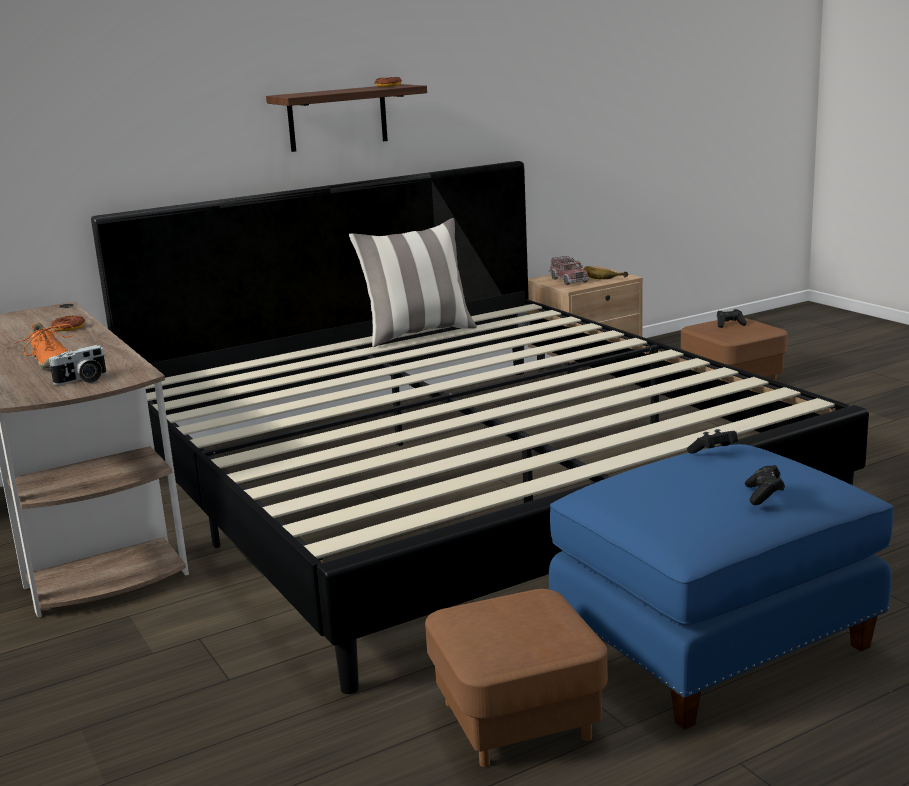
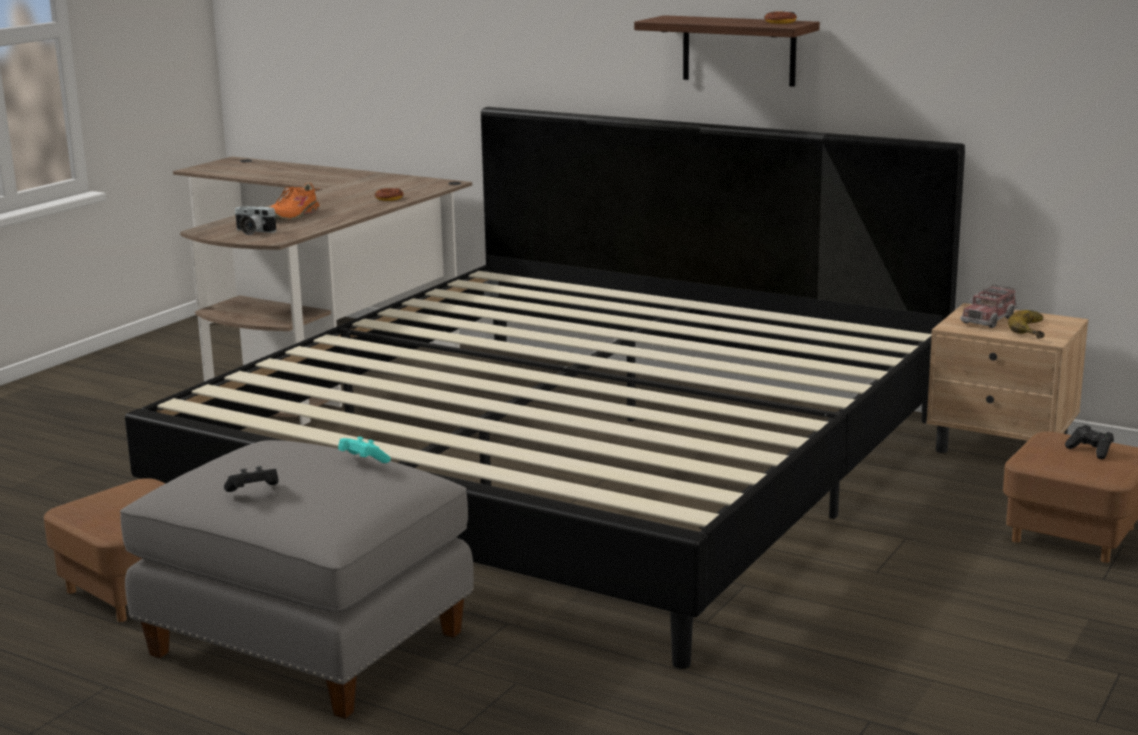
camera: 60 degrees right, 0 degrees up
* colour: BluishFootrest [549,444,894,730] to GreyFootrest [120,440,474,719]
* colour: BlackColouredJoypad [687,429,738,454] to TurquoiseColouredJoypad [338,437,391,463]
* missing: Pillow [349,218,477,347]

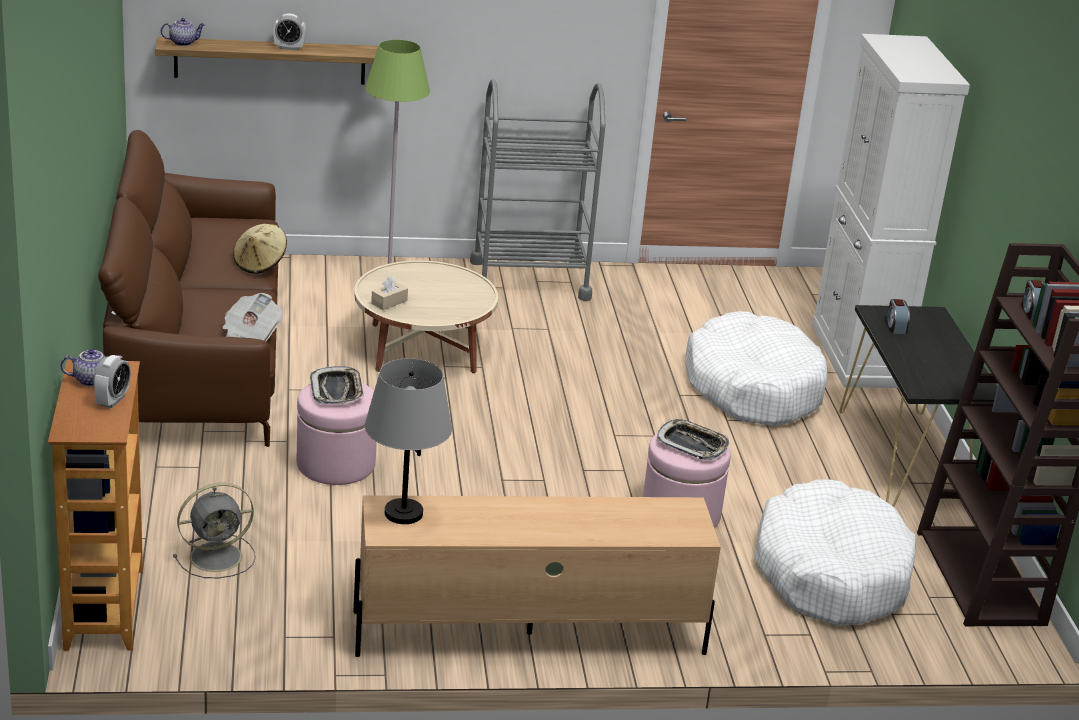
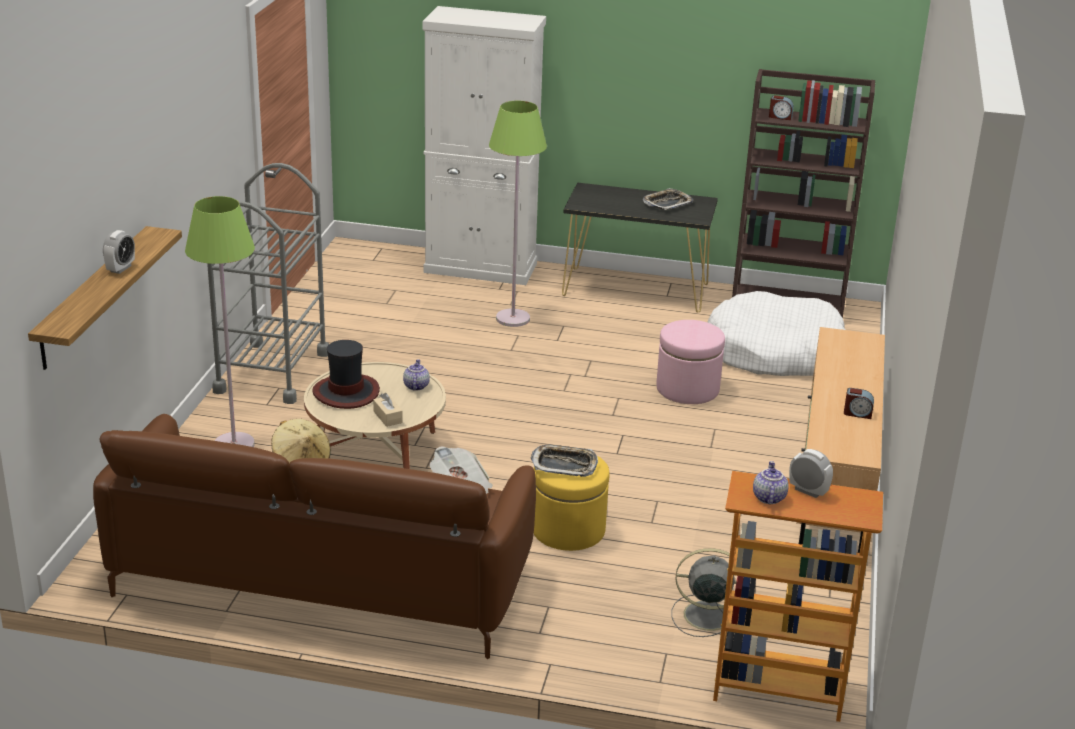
camera: 70 degrees left, 0 degrees up
* appeared: ClothingHat [312,340,380,409]
* relocated: PotForTea [161,18,206,46] to [403,359,430,391]
* exchanged: WhiteColouredPetBed [685,311,828,427] to GreenColouredStandardLamp [489,101,547,327]
* colour: PinkishFootrest [297,383,377,485] to YellowFootrest [534,456,610,551]
* relocated: CarryingTray [657,419,729,460] to [643,188,693,210]
* spun: GreyCoolingFan [173,483,256,578] = [672,548,736,637] 75 degrees counterclockwise
* relocated: TableClock [886,299,910,334] to [844,388,874,419]
* missing: GreyTabletopLamp [365,358,452,524]

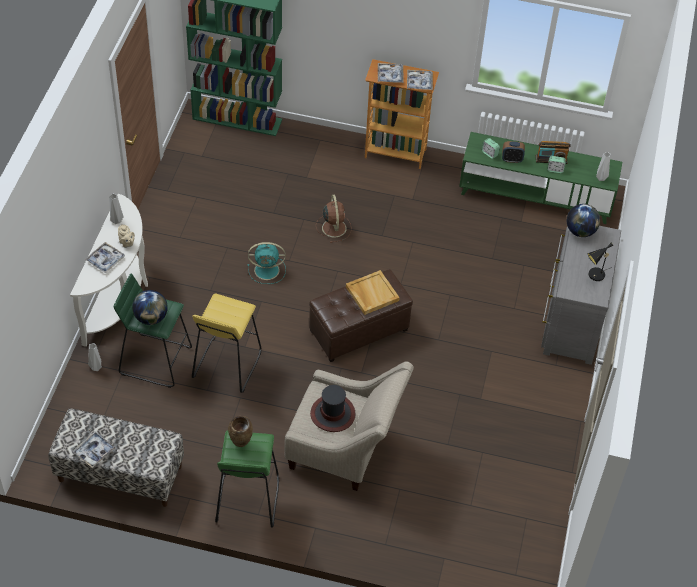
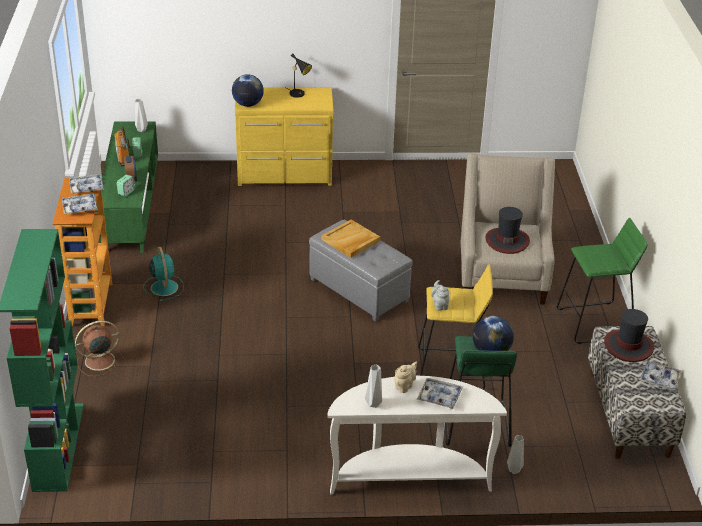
camera: 105 degrees left, 15 degrees down
* relocated: BrownCoolingFan [316,195,352,243] to [75,321,125,377]
* relocated: TurquoiseColouredCoolingFan [248,242,286,284] to [143,247,184,301]
* colour: GreyChestOfDrawers [541,226,621,365] to YellowChestOfDrawers [235,87,333,186]
* colour: BrownFootrest [309,269,413,362] to GreyFootrest [309,220,413,322]
* appeared: GreyPotForTea [431,280,450,311]
* appeared: ClothingHat [604,309,654,362]
* missing: BrownDecorativeVase [228,416,253,447]

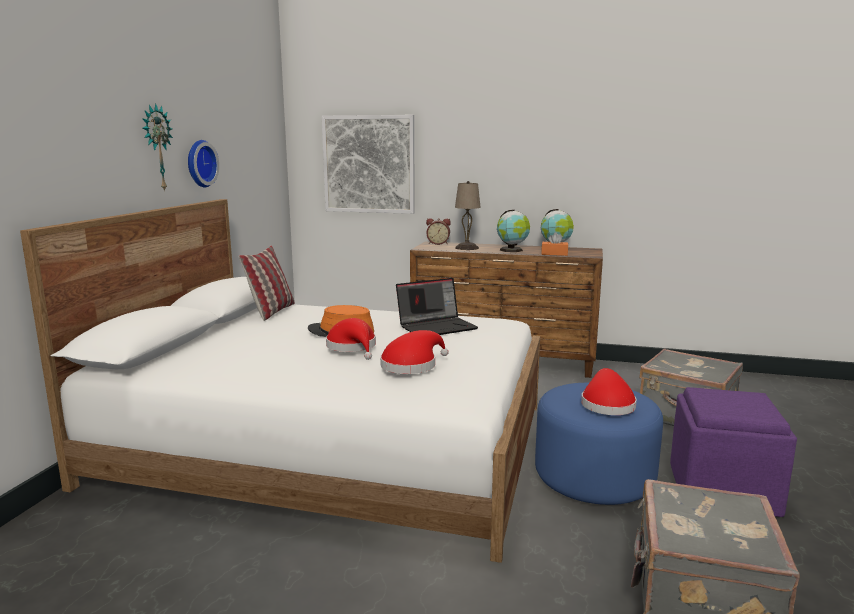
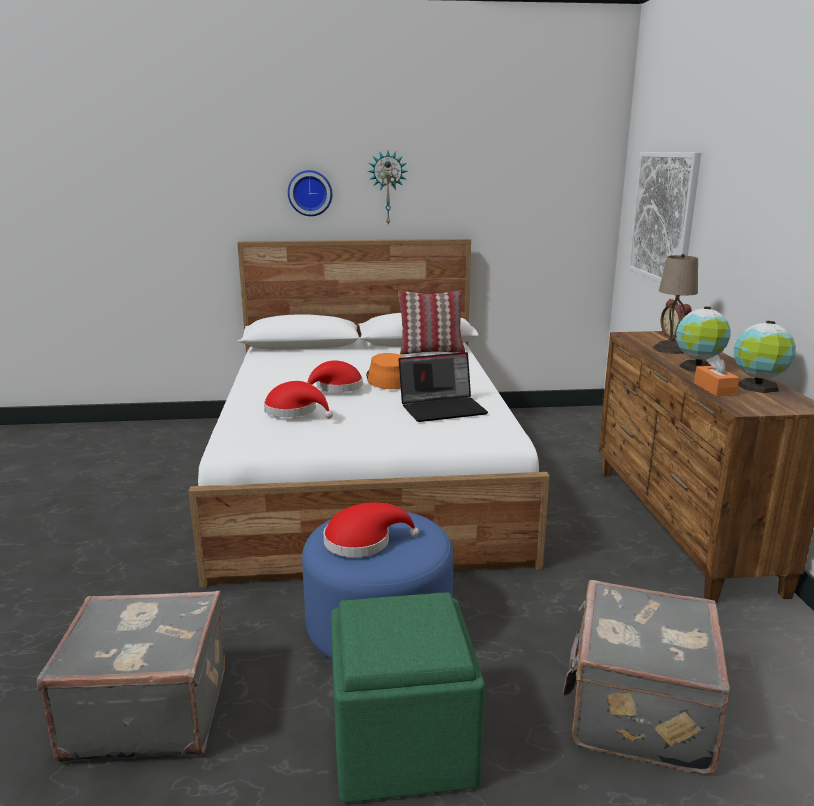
camera: 70 degrees right, 5 degrees up
* relocated: HangingClock [188,140,219,187] to [288,170,332,216]
* colour: PurplishFootrest [670,387,797,517] to GreenColouredFootrest [331,592,485,802]
* spun: PortableComputer [396,278,478,335] = [398,352,488,422] 60 degrees counterclockwise

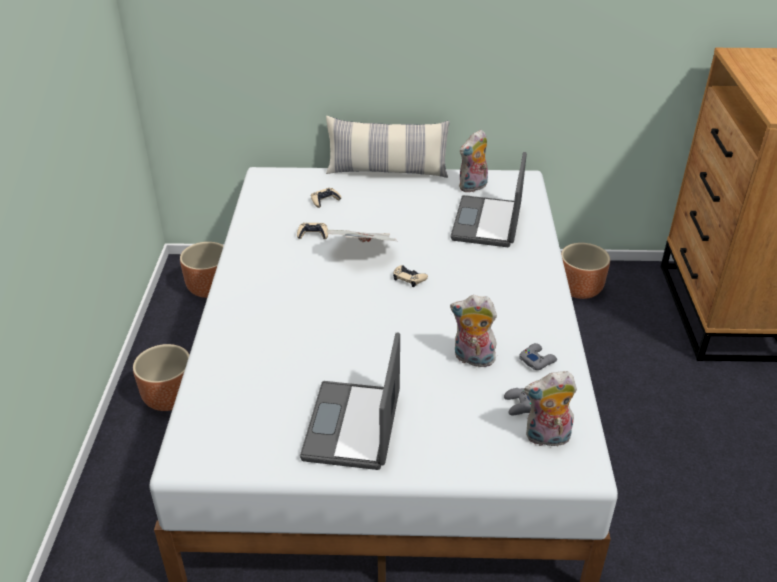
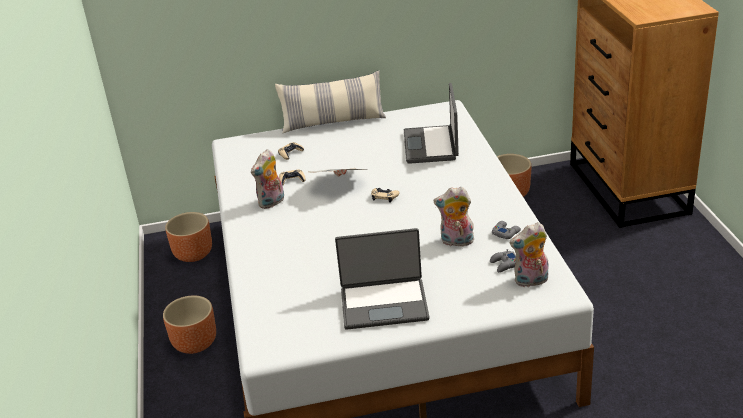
camera: 10 degrees left, 5 degrees down
* relocated: PlushToy [459,130,488,192] to [251,149,284,209]
* spun: PortableComputer [300,333,400,470] = [335,228,430,330] 90 degrees counterclockwise

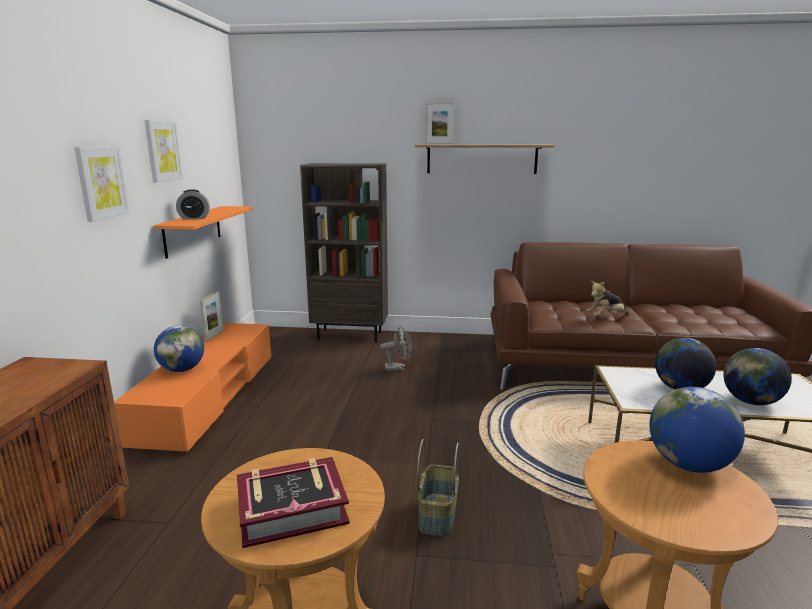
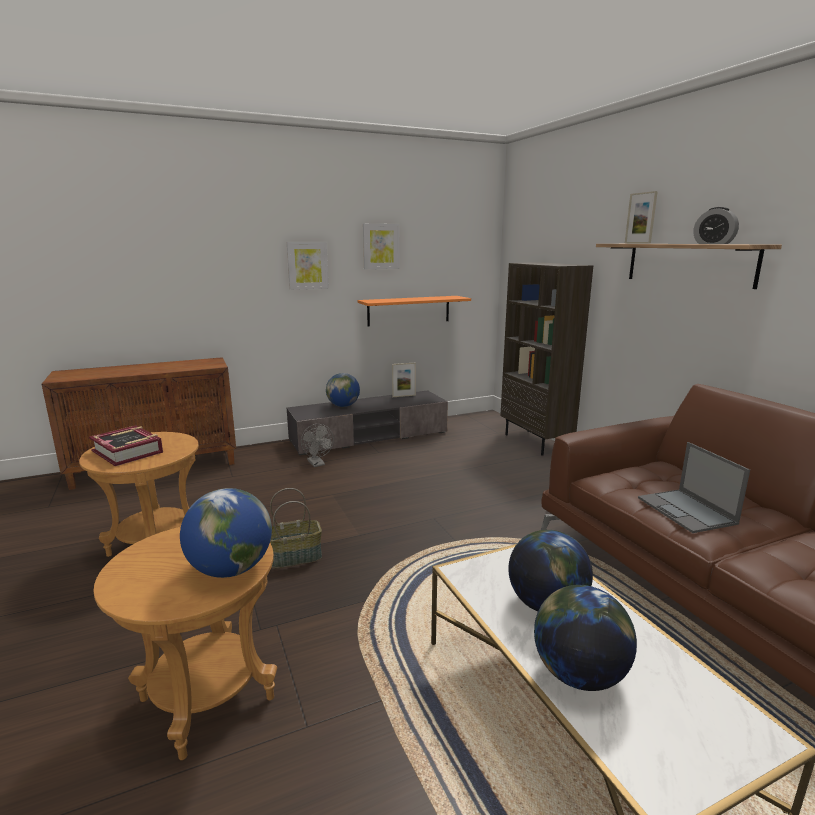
camera: 60 degrees right, 0 degrees up
* colour: OrangeMediaConsole [114,323,271,454] to GreyMediaConsole [287,391,448,455]
* relocated: GreyCoolingFan [380,327,412,371] to [301,424,334,467]
* exchanged: PlushToy [587,281,629,316] to PortableComputer [638,442,750,533]
* relocated: TableClock [176,189,210,220] to [693,207,739,244]

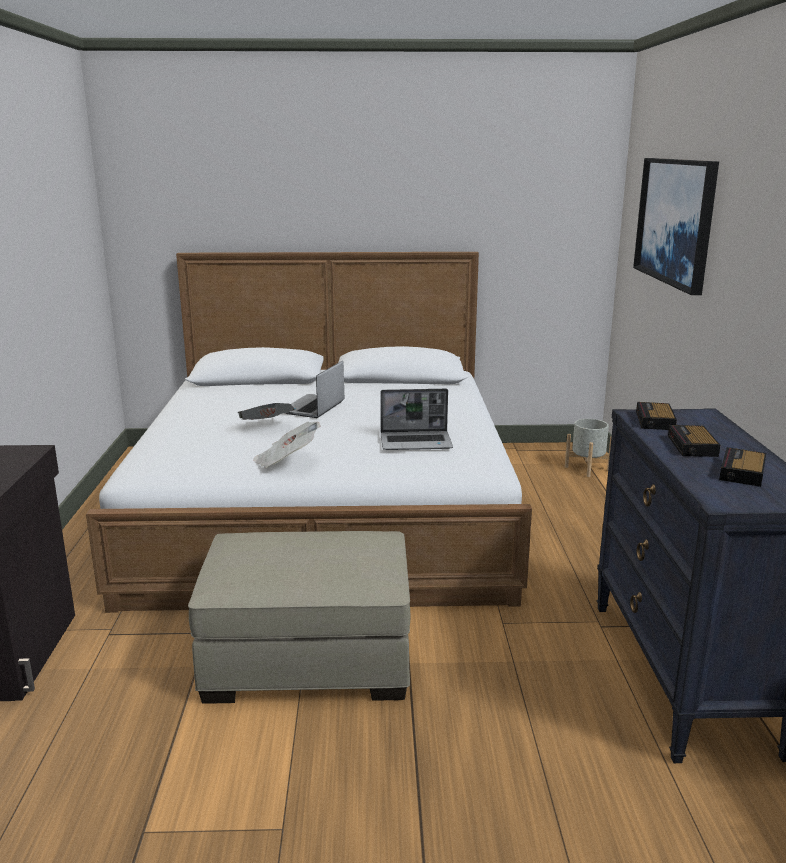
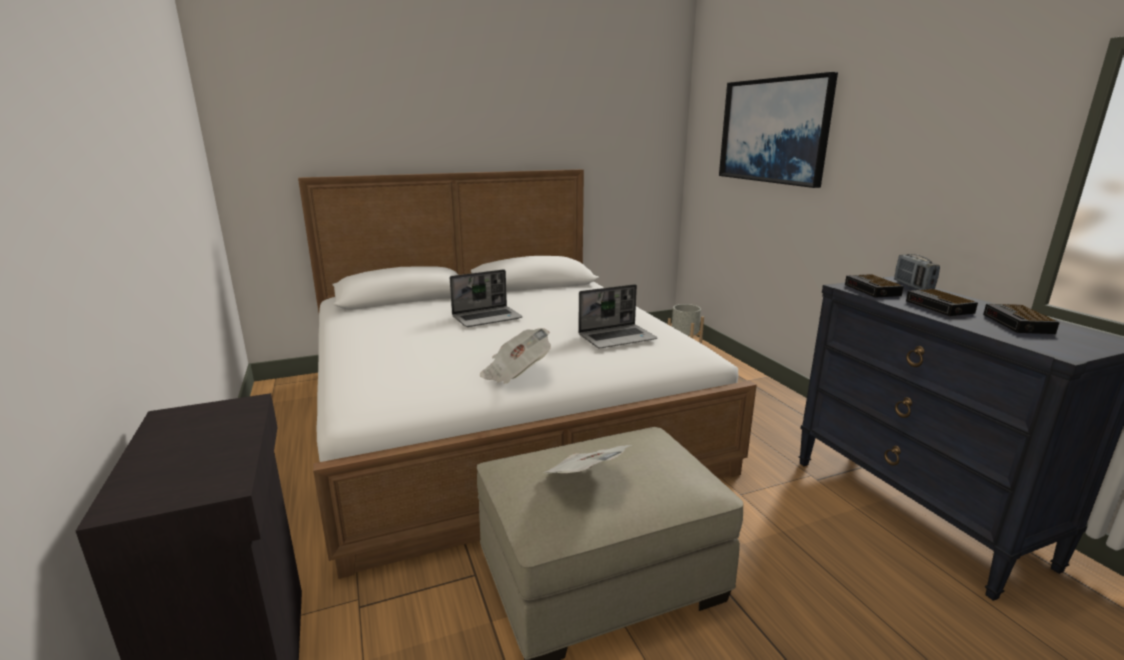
camera: 20 degrees left, 0 degrees up
* spun: PortableComputer [285,361,344,418] = [450,269,523,327] 120 degrees counterclockwise
* relocated: DailyPaper [238,403,295,420] to [543,445,632,474]
* appeared: RadioSet [894,254,940,290]

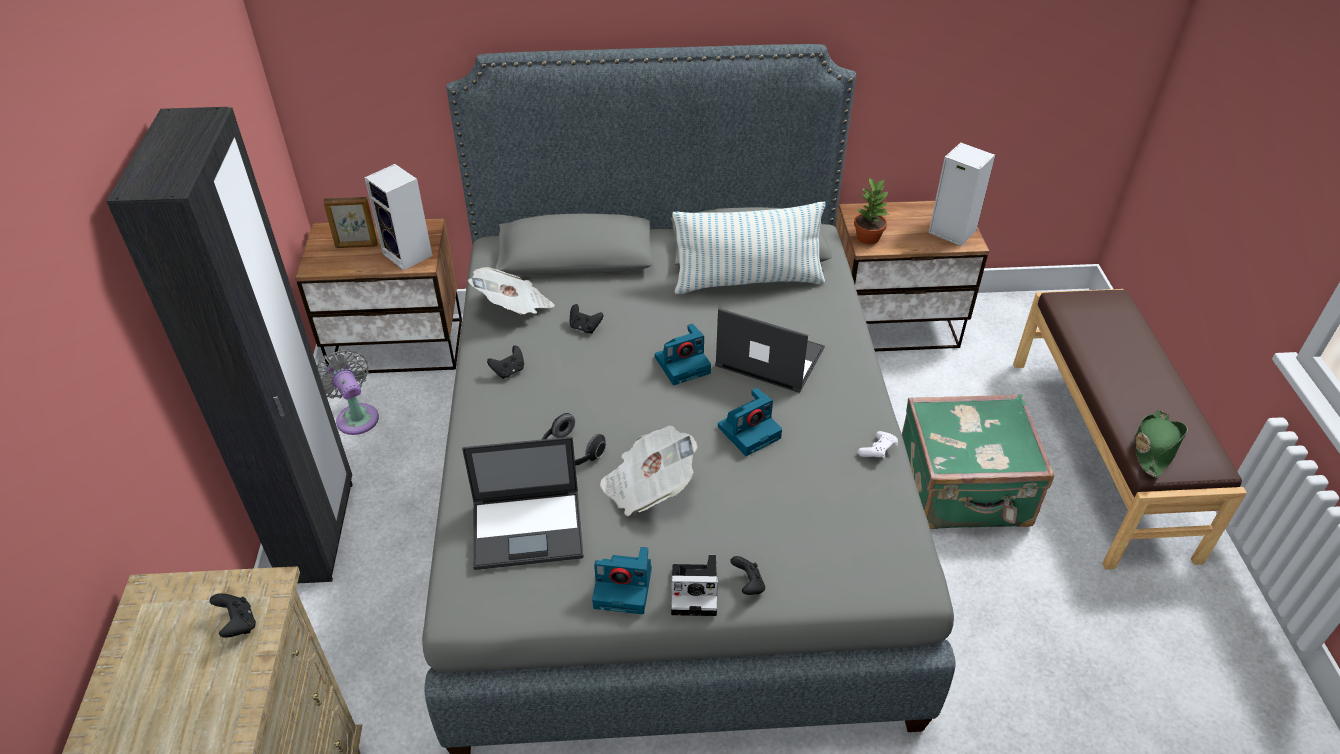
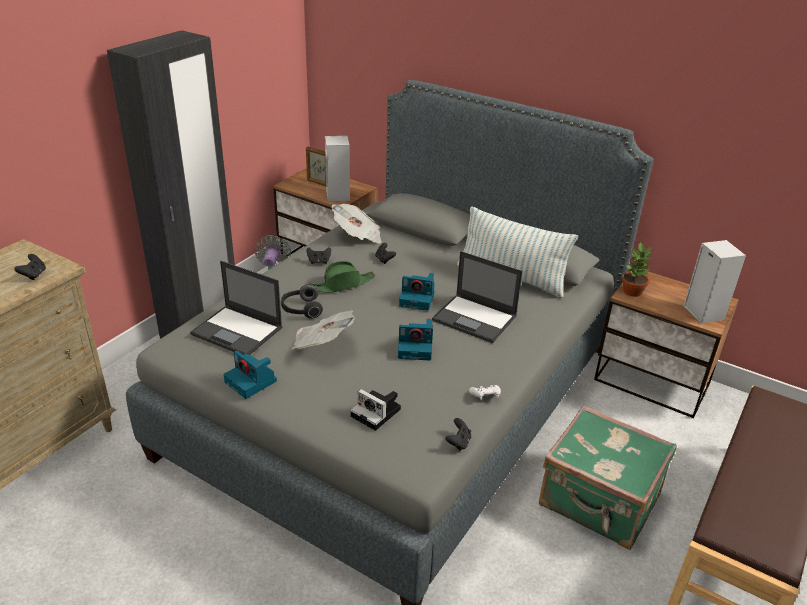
camera: 35 degrees right, 10 degrees down
* relocated: GreenColouredClothingHat [1135,410,1188,478] to [309,261,375,293]
* relocated: StillCamera [671,555,718,616] to [350,389,401,431]
* spun: PortableComputer [715,308,825,393] = [432,251,522,343] 150 degrees clockwise
* relocated: BlackColouredJoypad [730,556,765,595] to [446,418,471,451]

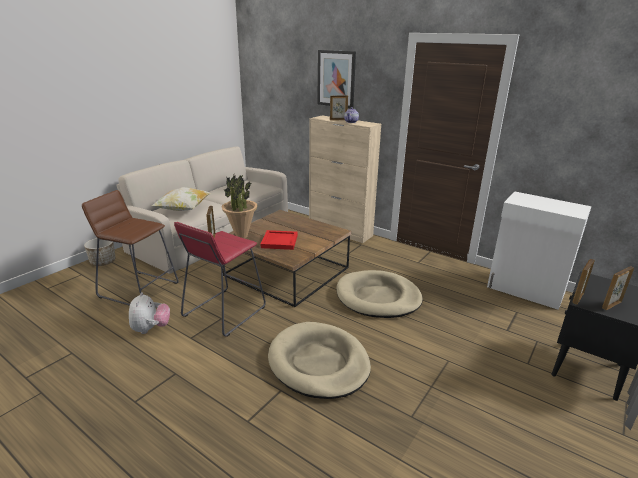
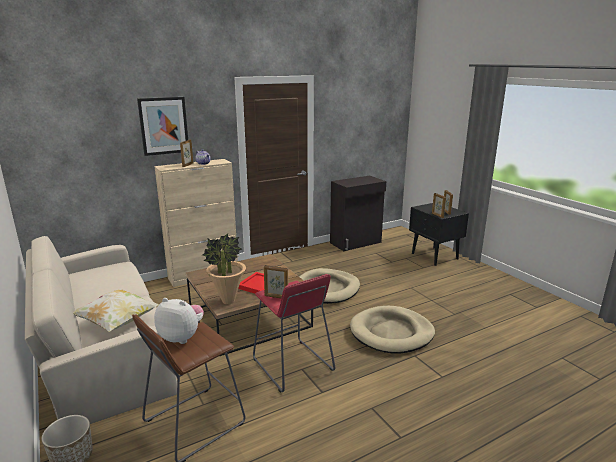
camera: 65 degrees left, 5 degrees down
* relocated: PlushToy [129,292,170,334] to [154,298,204,344]
* colour: WhiteColouredCupboard [487,191,592,310] to BlackColouredCupboard [330,176,386,251]

